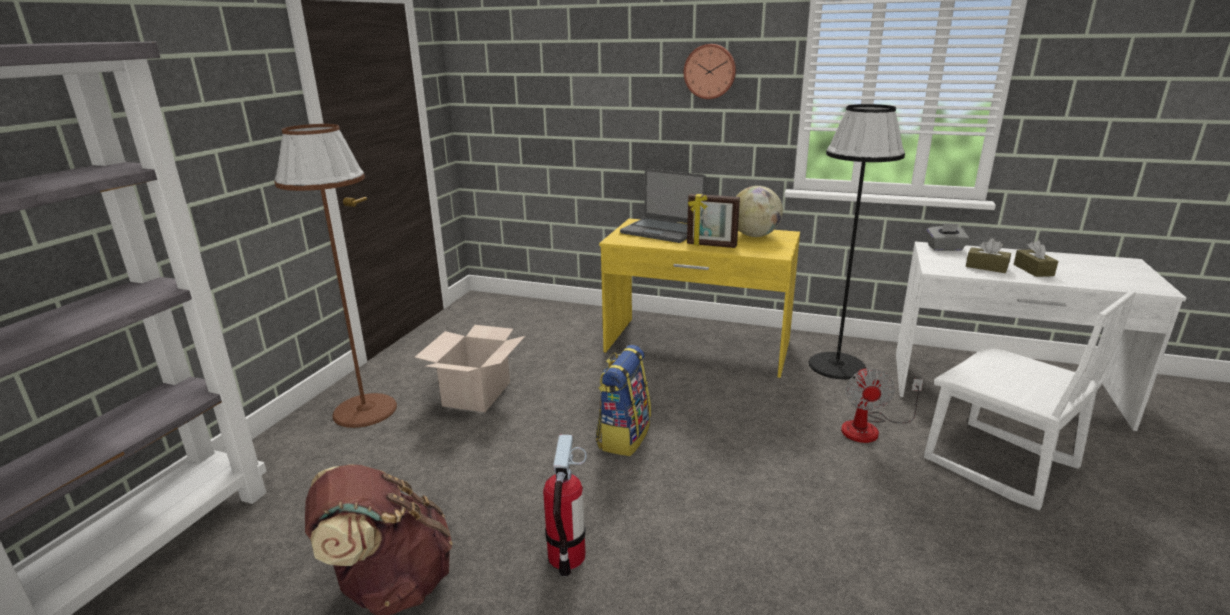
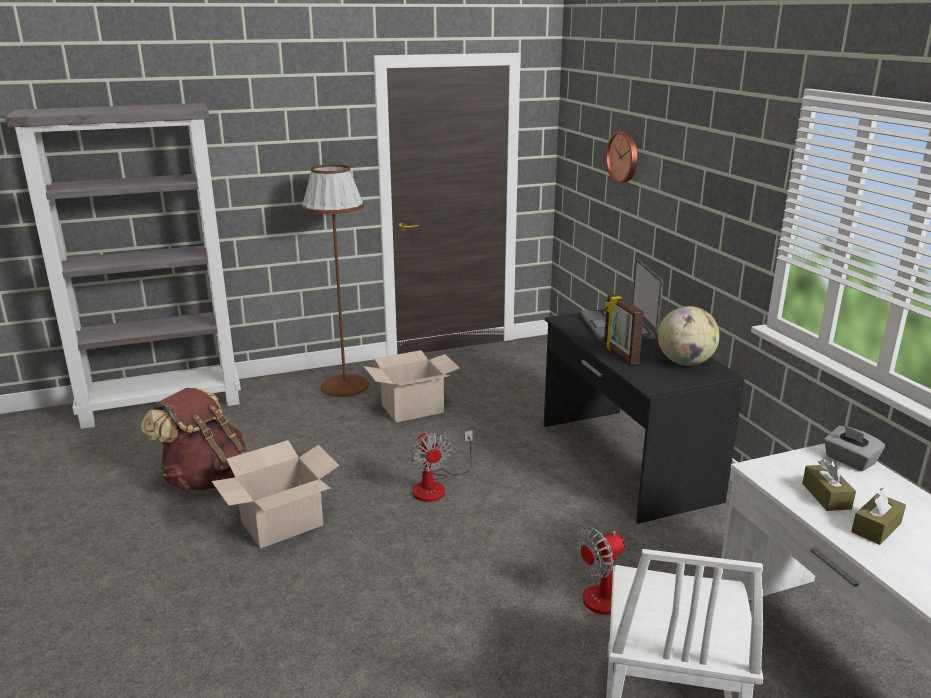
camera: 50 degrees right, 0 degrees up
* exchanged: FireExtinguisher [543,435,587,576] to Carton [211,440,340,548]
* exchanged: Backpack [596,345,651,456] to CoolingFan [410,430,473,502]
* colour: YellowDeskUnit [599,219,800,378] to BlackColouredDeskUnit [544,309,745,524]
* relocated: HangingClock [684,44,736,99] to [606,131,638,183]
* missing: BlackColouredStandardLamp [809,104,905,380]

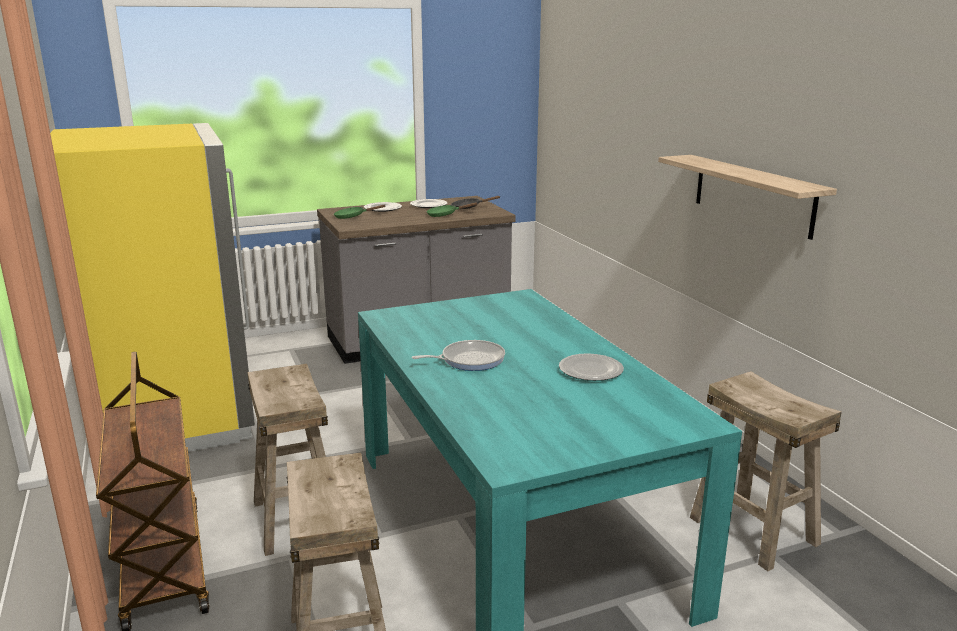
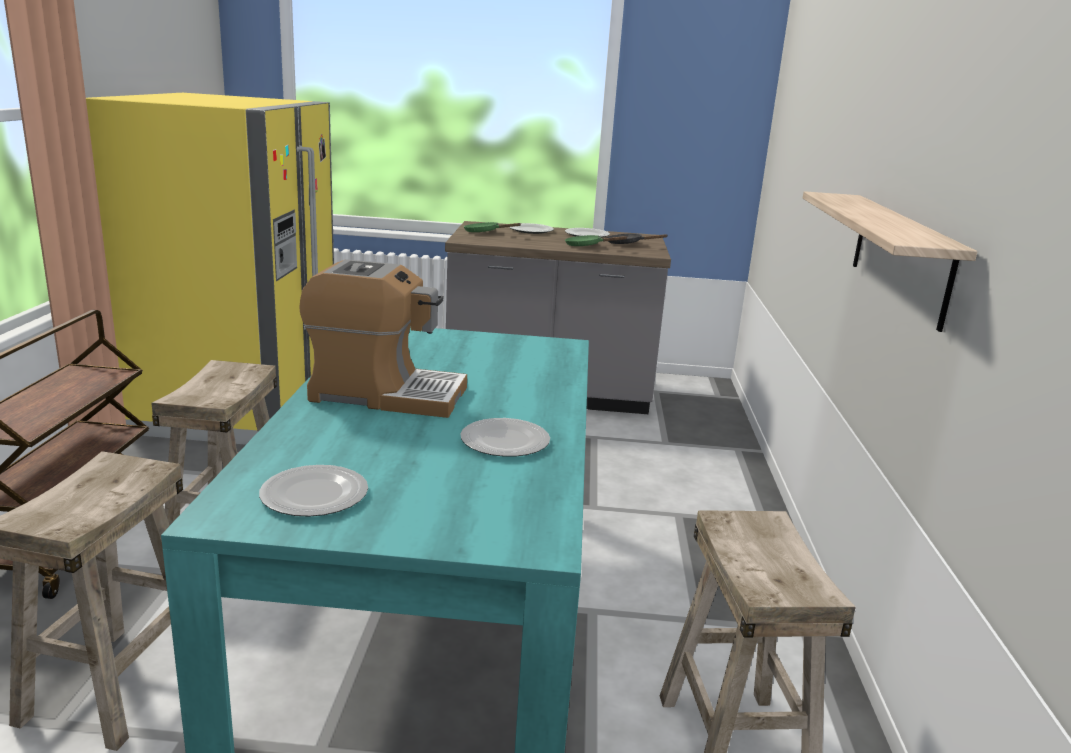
camera: 25 degrees right, 0 degrees up
* appeared: Plate [259,465,368,517]
* exchanged: Pan [412,340,505,371] to CoffeeBrewer [299,259,467,418]

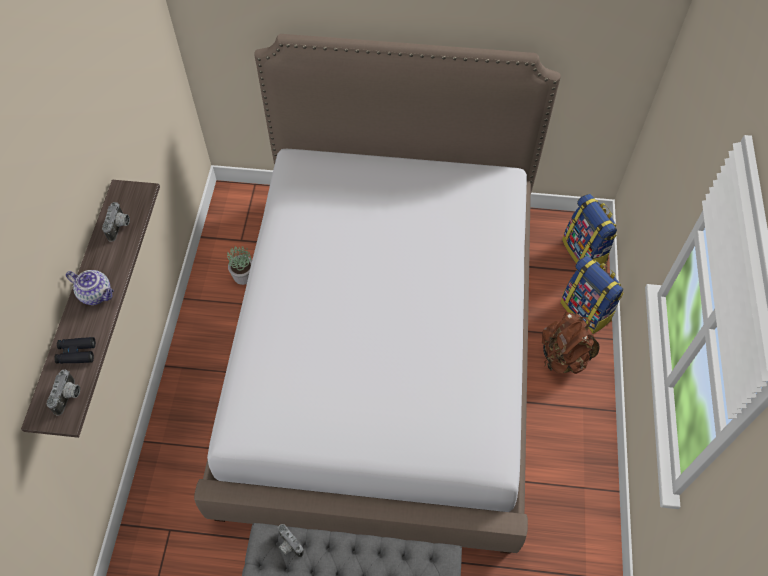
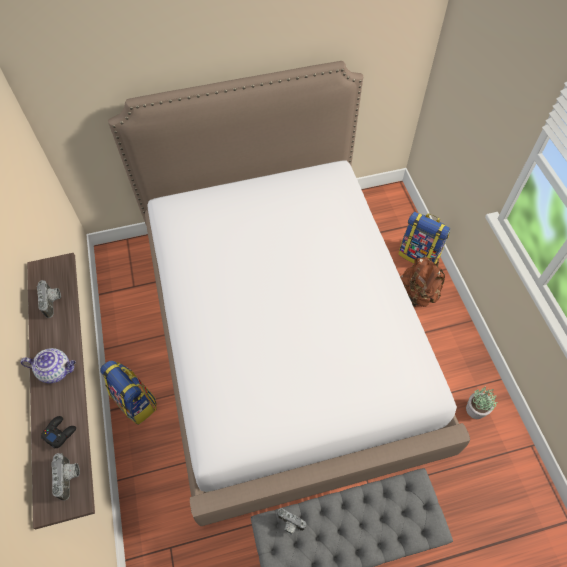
camera: 20 degrees left, 0 degrees up
* exchanged: BlackColouredPairOfBinoculars [54,337,96,364] to BlackColouredJoypad [41,416,76,449]
* relocated: Backpack [562,194,617,264] to [100,361,157,425]
* relocated: Houseplant [227,245,252,285] to [466,387,498,419]

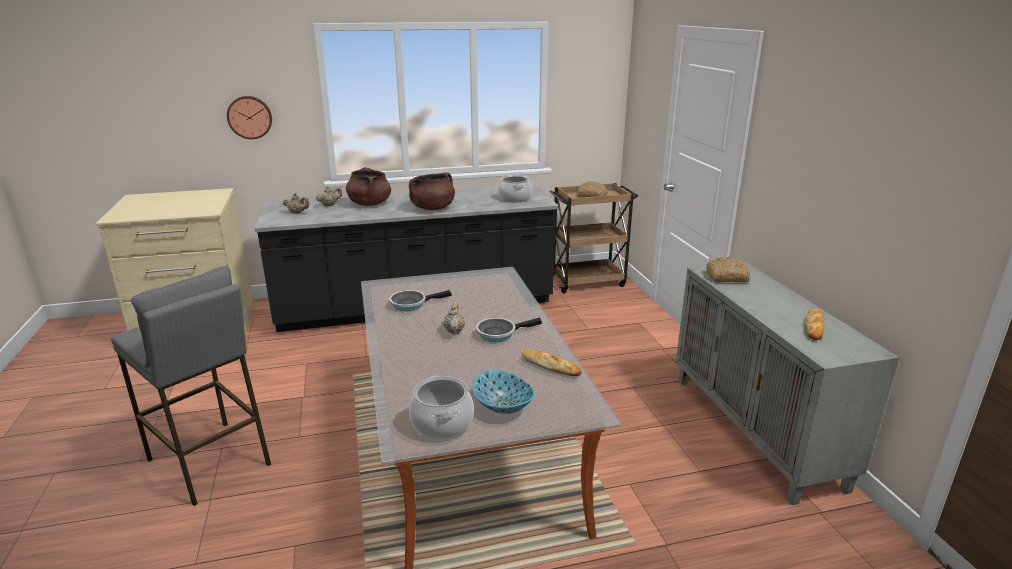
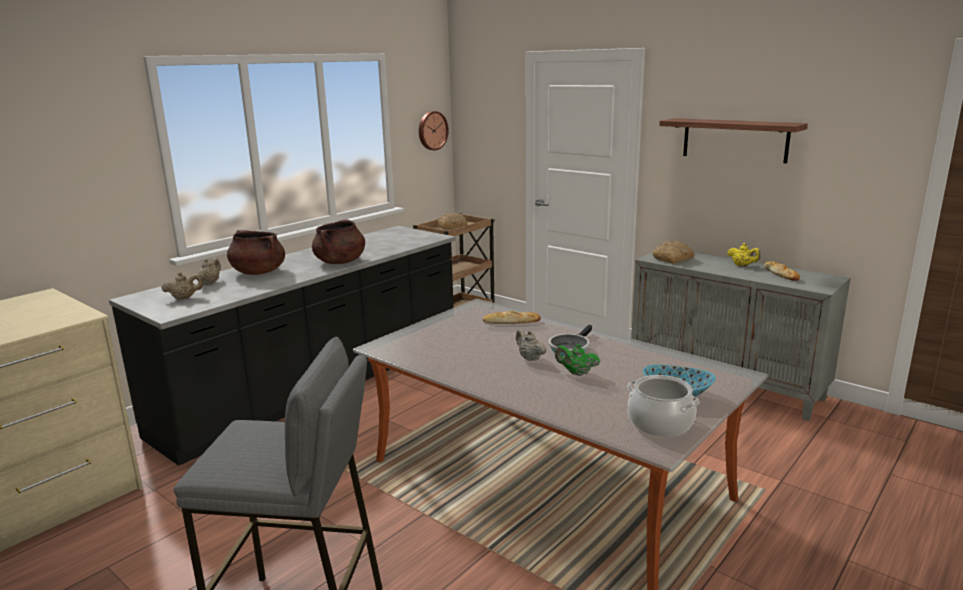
camera: 35 degrees left, 5 degrees down
* relocated: HangingClock [227,96,272,139] to [419,111,449,150]
* relocated: BakedBread [522,350,582,376] to [482,311,541,324]
* appeared: GreenColouredPotForTea [555,344,600,376]
* appeared: BracketShelf [659,118,808,163]
* appeared: YellowPotForTea [727,243,761,266]
* missing: Pan [389,290,452,311]
* missing: CookingPot [498,175,532,202]

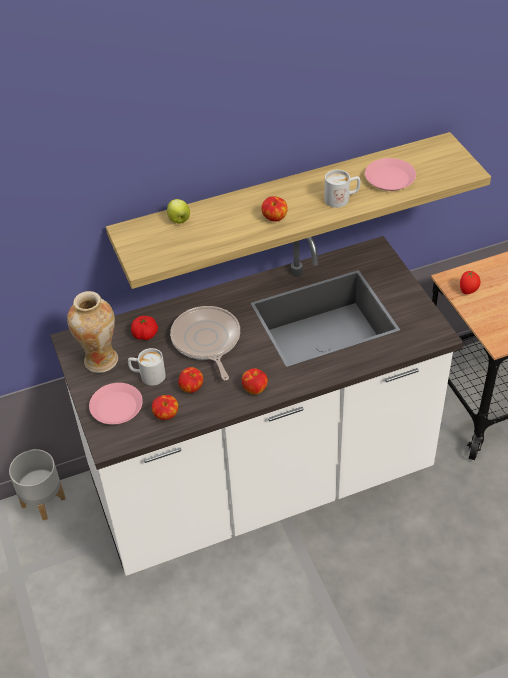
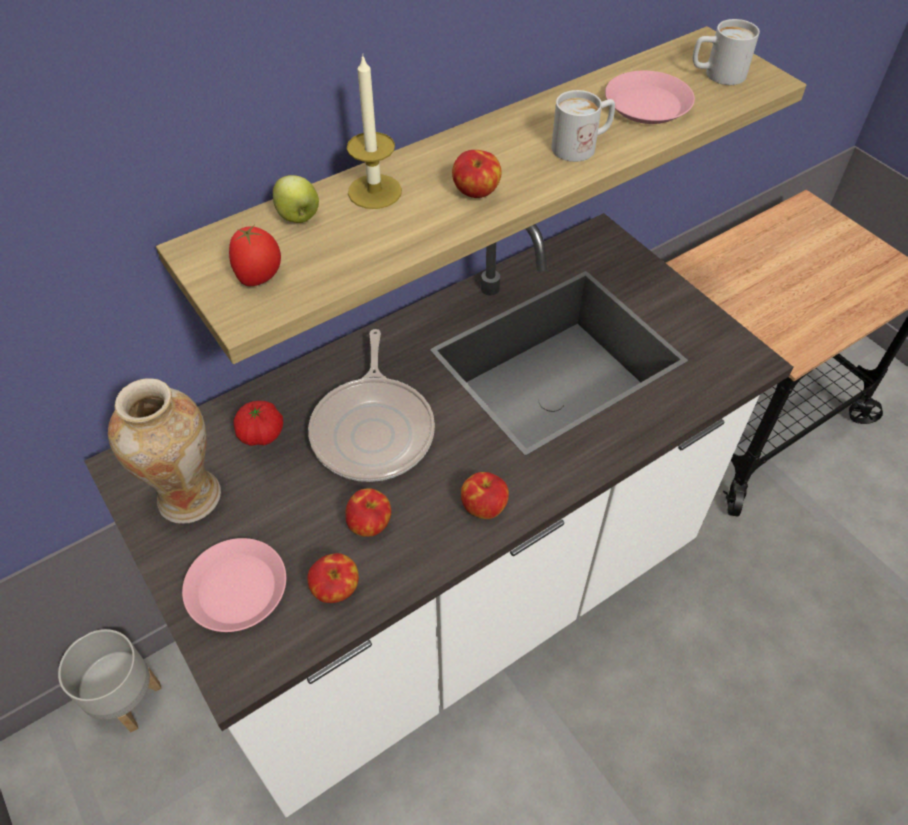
camera: 15 degrees left, 5 degrees up
* relocated: Tomato [460,271,480,294] to [229,226,281,286]
* spun: Pan [170,306,240,380] = [308,329,435,482] 150 degrees counterclockwise
* appeared: Candle [347,54,402,209]
* relocated: WhiteColouredMug [128,348,166,386] to [693,19,760,85]

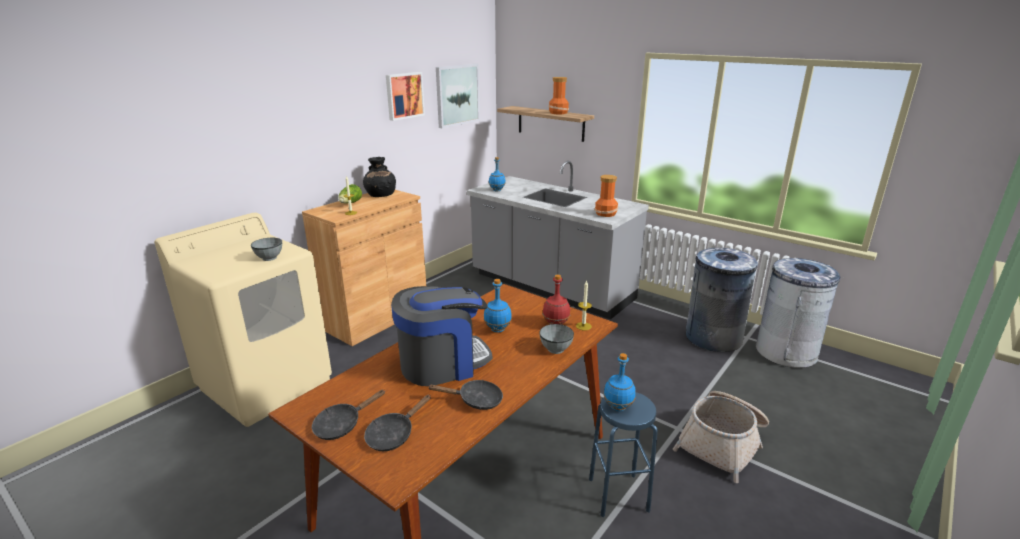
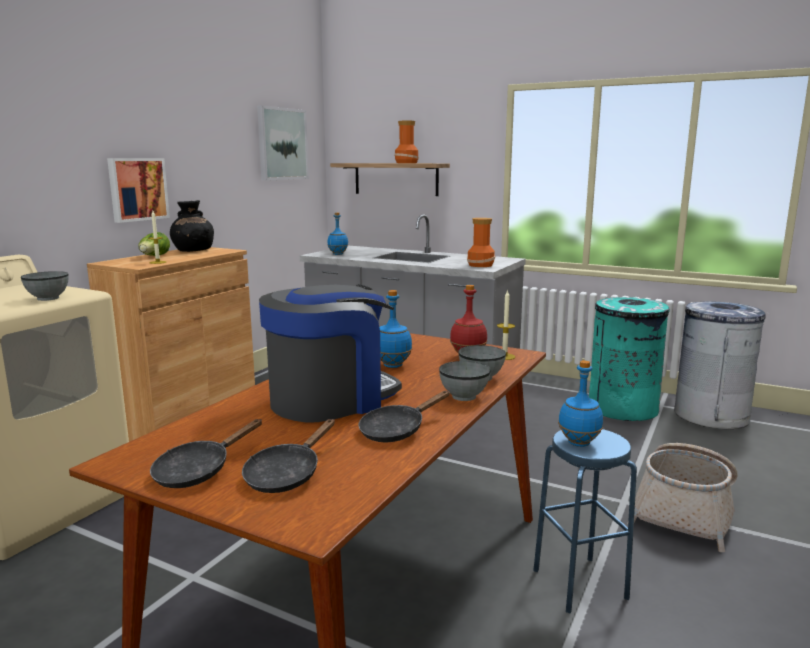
camera: 10 degrees left, 10 degrees down
* relocated: Picture [386,72,425,121] to [107,158,170,223]
* spun: BlackColouredPan [427,380,503,410] = [358,391,449,442] 150 degrees clockwise
* appeared: GreyDeepDish [439,361,491,401]
* colour: GreyWasteBin [686,248,758,352] to TurquoiseColouredWasteBin [589,297,669,421]

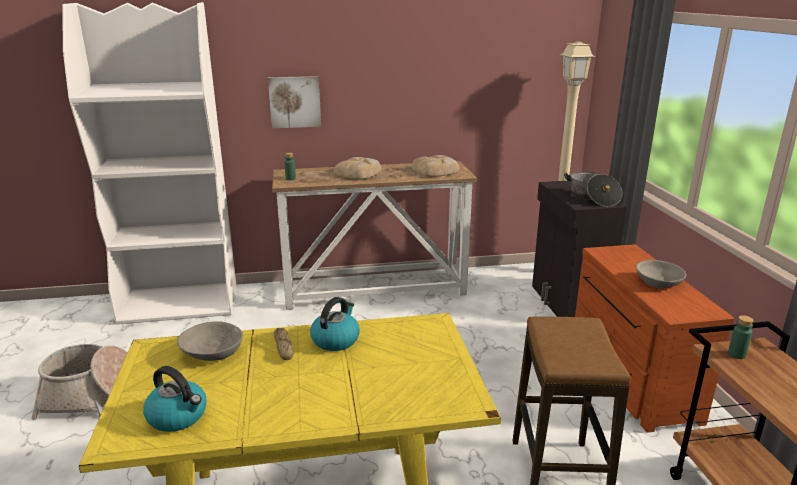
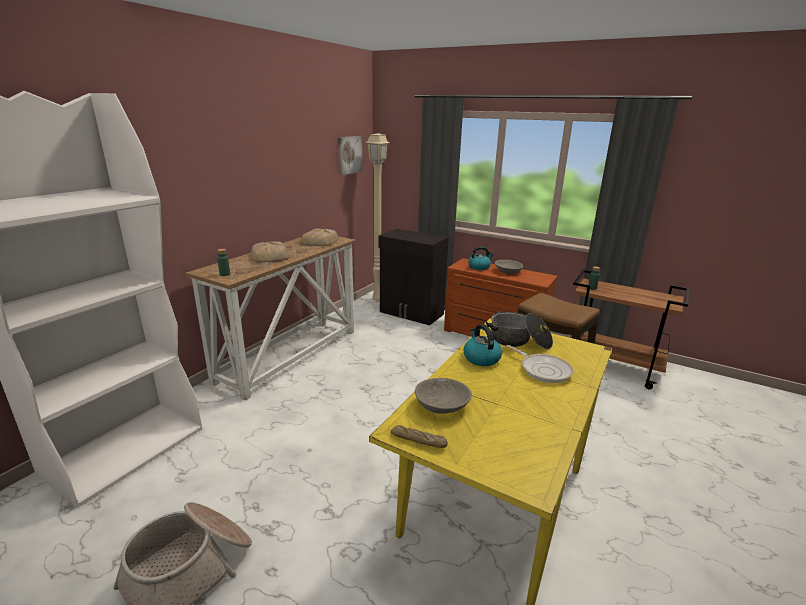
camera: 50 degrees left, 0 degrees up
* relocated: Picture [268,76,321,128] to [338,136,362,175]
* relocated: BakedBread [274,328,293,360] to [391,425,448,448]
* relocated: WaterKettle [143,366,207,432] to [468,247,494,270]
* relocated: CookingPot [564,172,622,207] to [486,312,553,349]
* appeared: Pan [506,345,574,383]

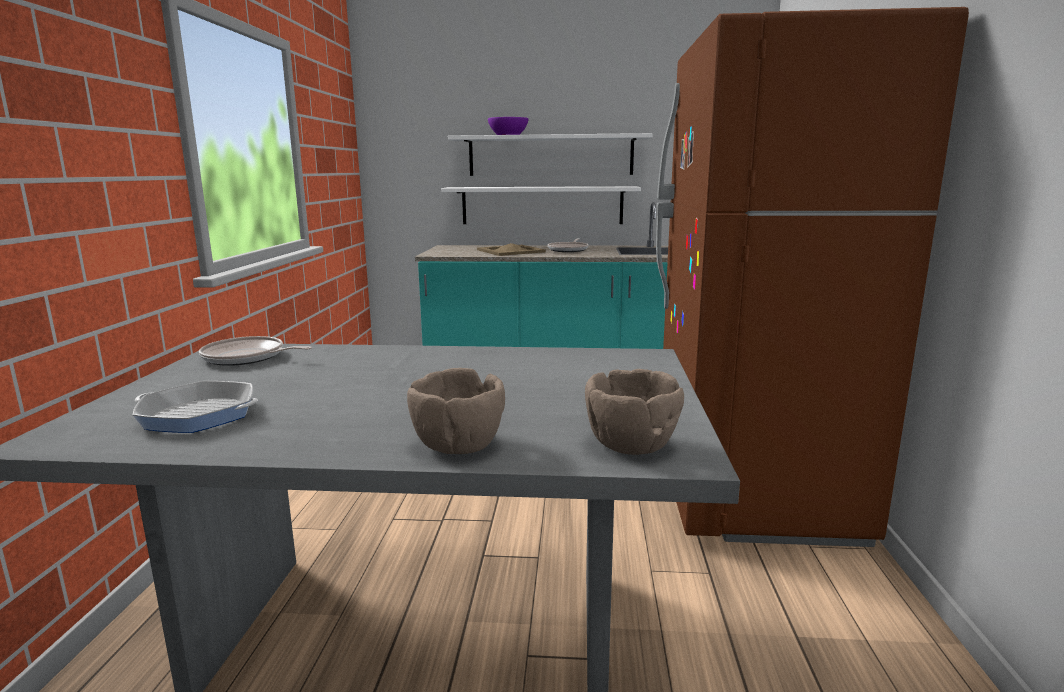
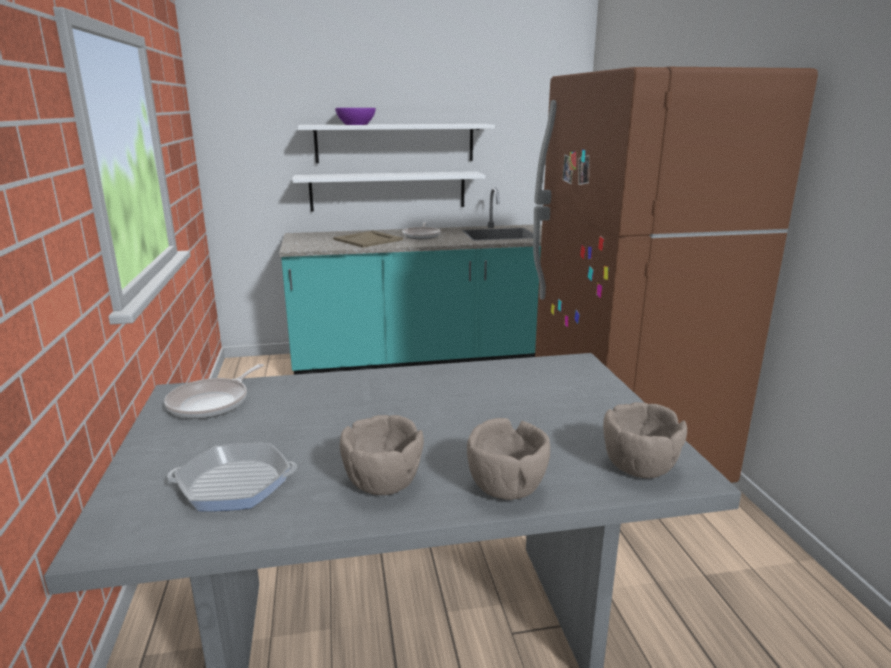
camera: 15 degrees left, 5 degrees up
* spun: Pan [199,336,312,366] = [164,364,264,419] 60 degrees counterclockwise
* appeared: BrownDeepDish [340,415,424,495]

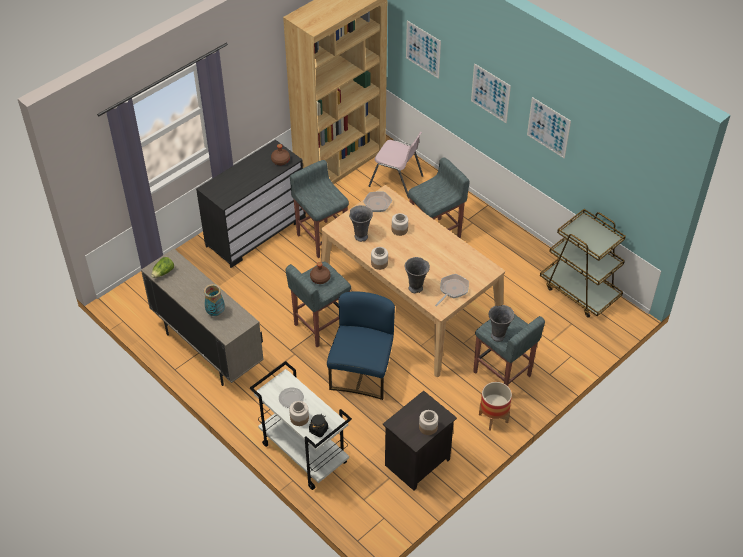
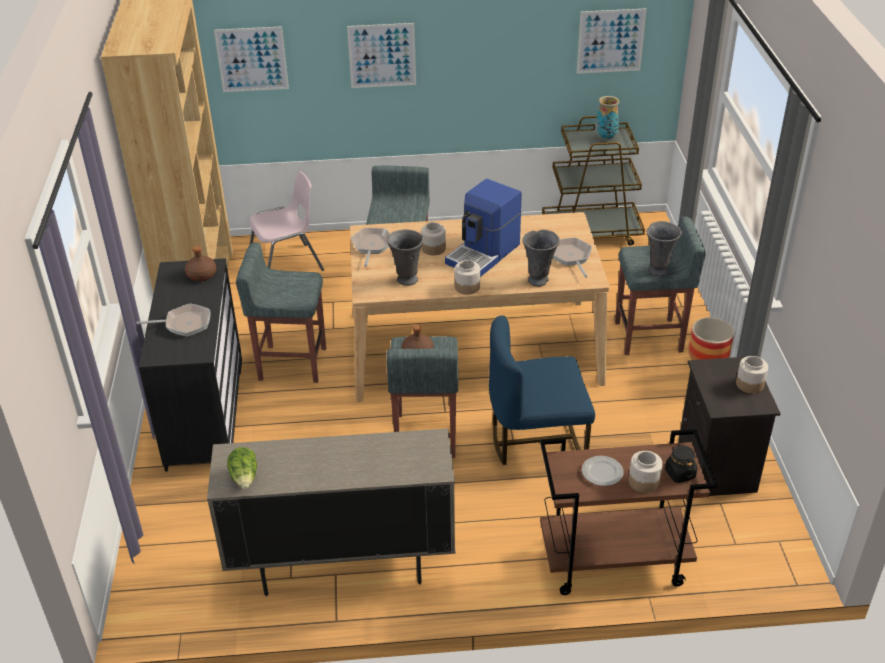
camera: 50 degrees left, 10 degrees down
* appeared: Pan [137,304,210,337]
* appeared: CoffeeBrewer [445,179,522,277]
* spun: BluishPlainChair [327,291,395,400] = [489,315,595,465] 60 degrees counterclockwise
* colour: WhiteColouredWheeledCart [250,361,352,490] to BrownWheeledCart [540,429,718,595]
* relocated: Picture [527,97,571,159] to [577,8,646,74]
* relocated: DecorativeVase [204,284,225,316] to [595,96,620,141]

